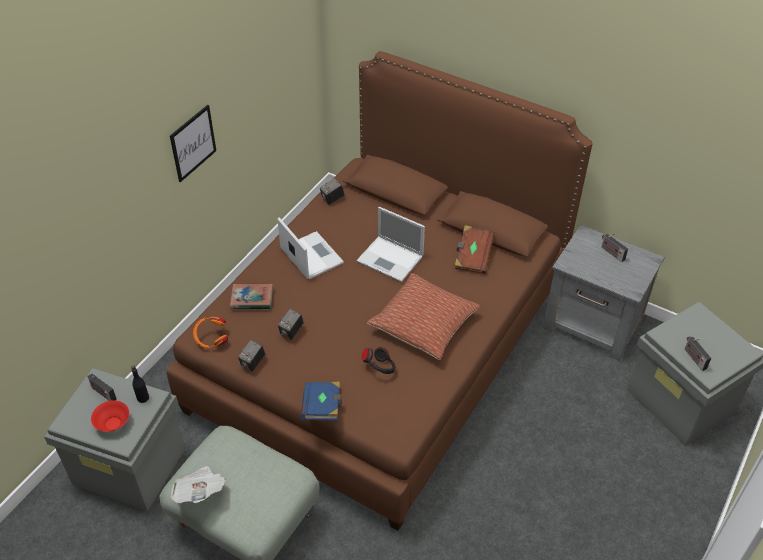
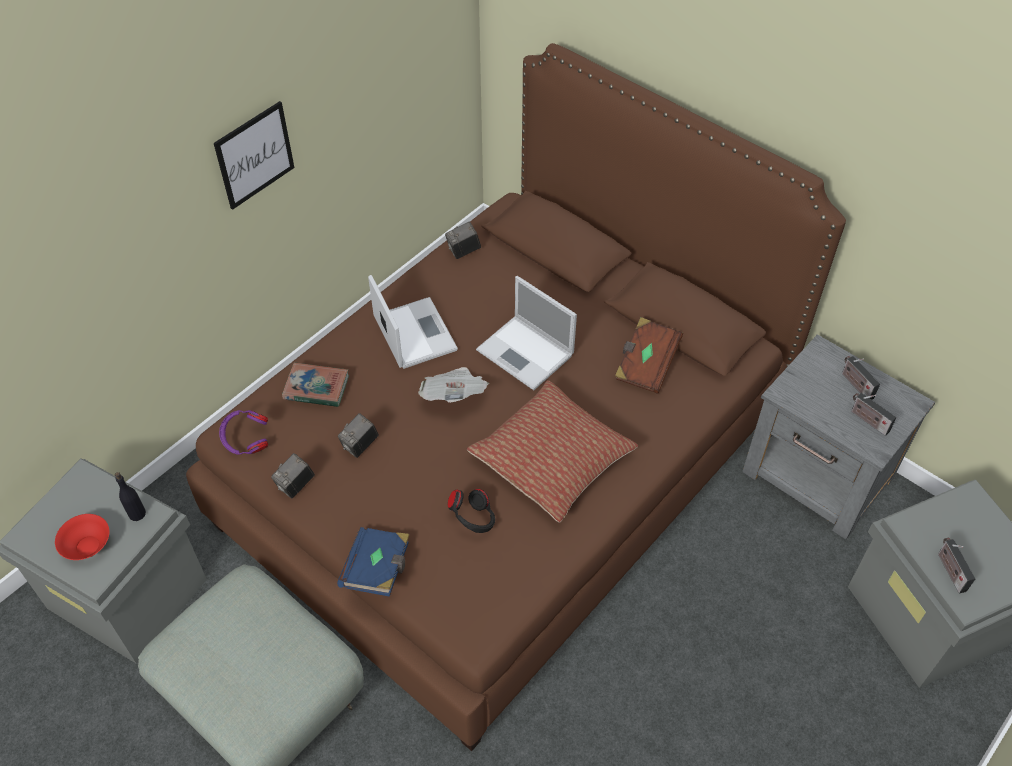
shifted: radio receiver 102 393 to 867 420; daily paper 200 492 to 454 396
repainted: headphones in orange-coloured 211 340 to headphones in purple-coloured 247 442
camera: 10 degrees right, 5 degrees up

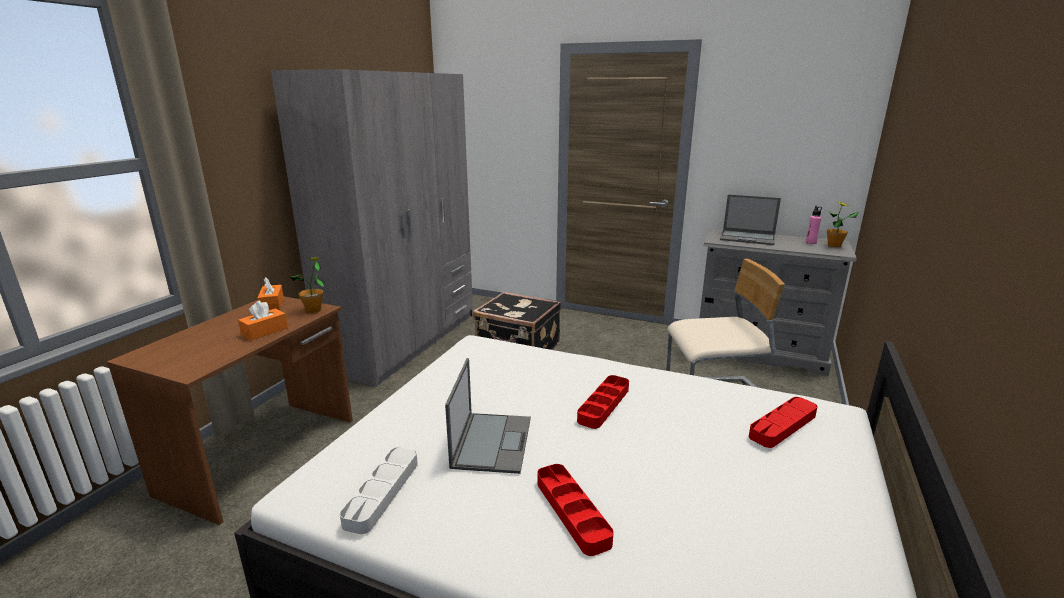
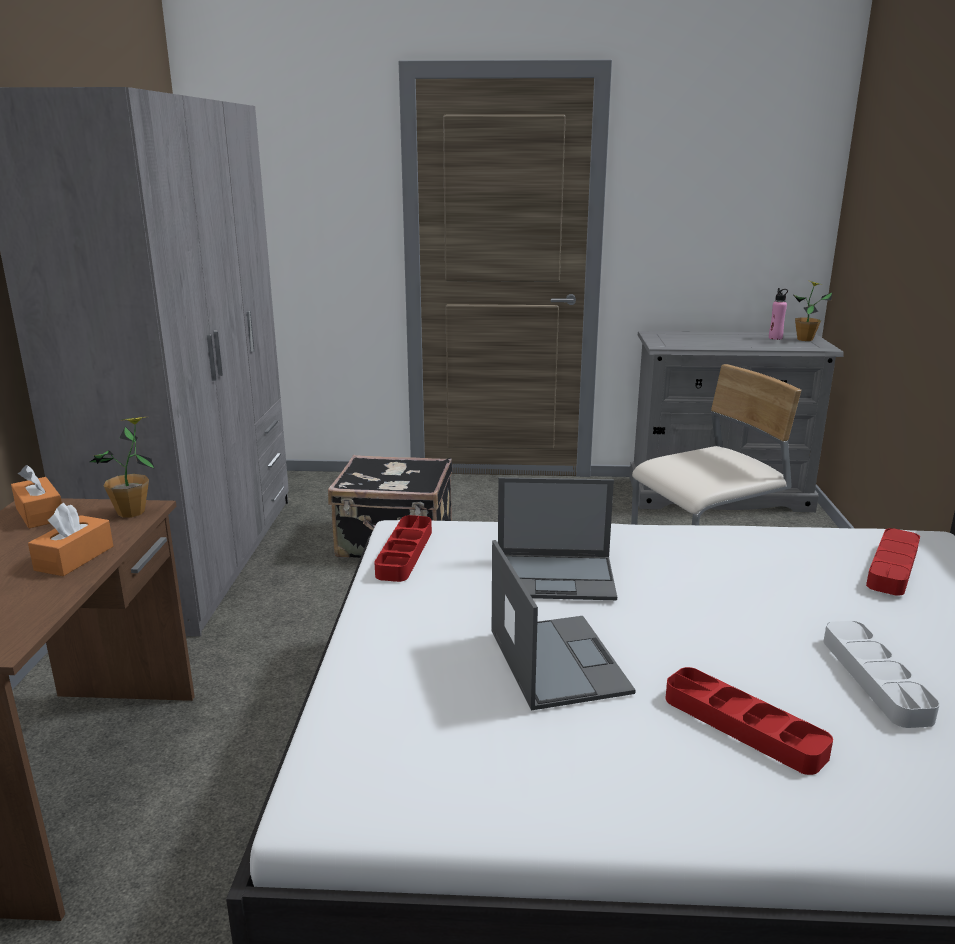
shifted: tray in grey 382 492 to 875 678; tray in red 603 405 to 404 553; laptop 748 238 to 556 577
camera: 20 degrees left, 0 degrees up

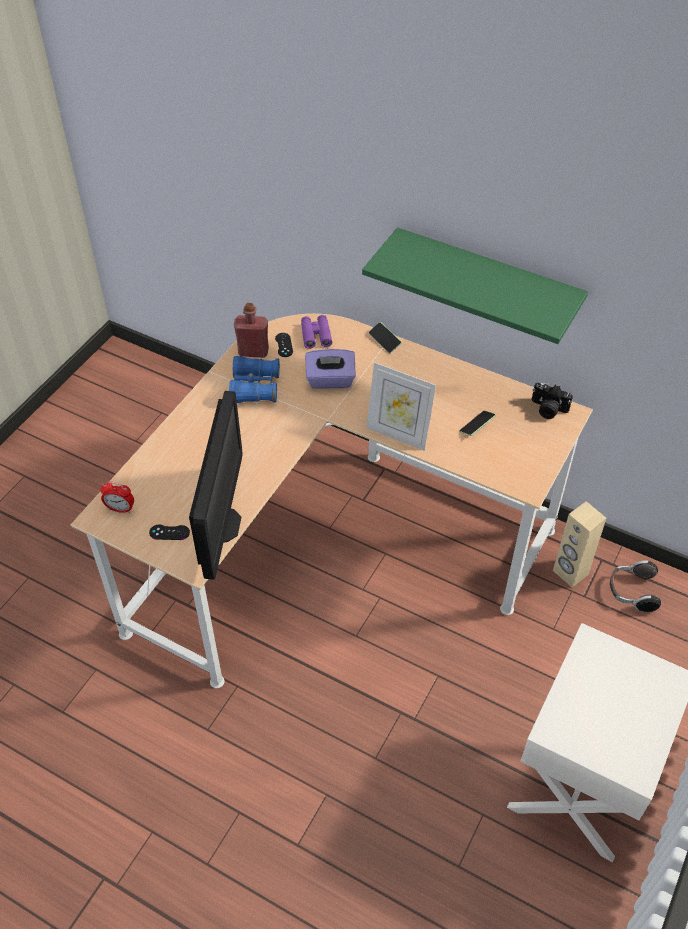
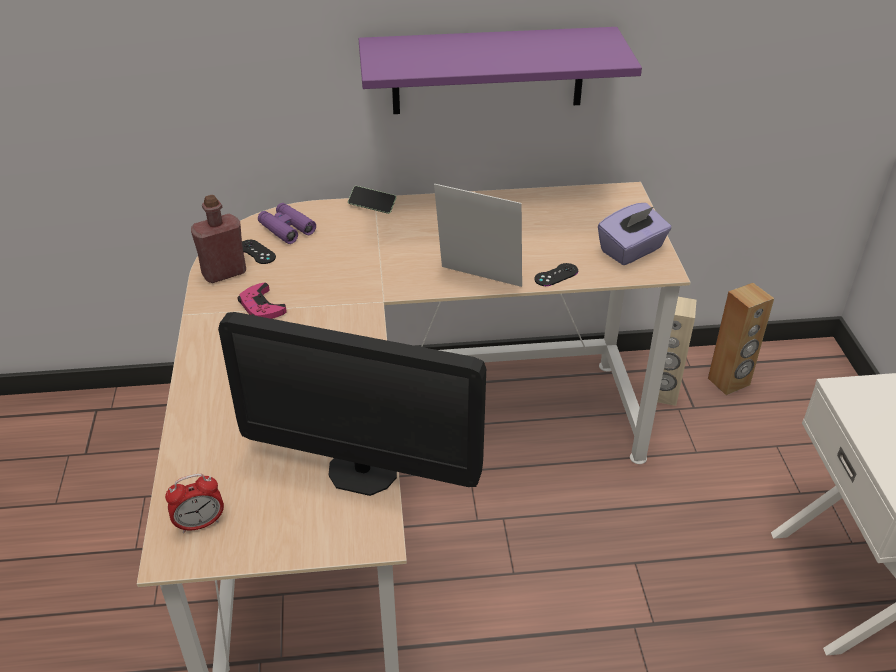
gone: handset 476 427; still camera 547 409
shifted: joypad in blackish 169 532 to 556 275; tissue box in purple-coloured 330 380 to 631 250
swapped: binoculars in blue 255 387 to joypad in pinkish 261 307; headphones 631 592 to speaker in brown-coloured 729 382
repainted: wall shelf in greenish 486 283 to wall shelf in purple-coloured 488 71
rotated: monitor 221 525 = 363 470 135 degrees clockwise; photo frame 398 434 = 478 281 150 degrees counterclockwise
camera: 35 degrees left, 10 degrees down

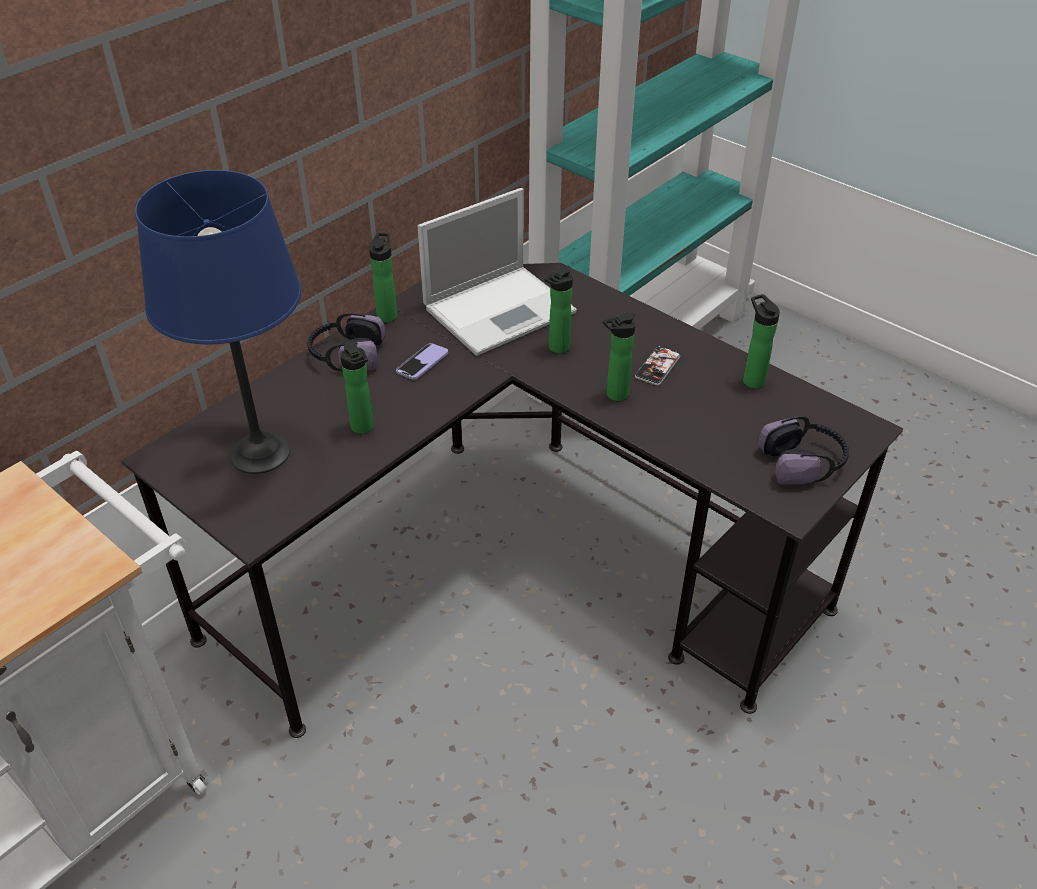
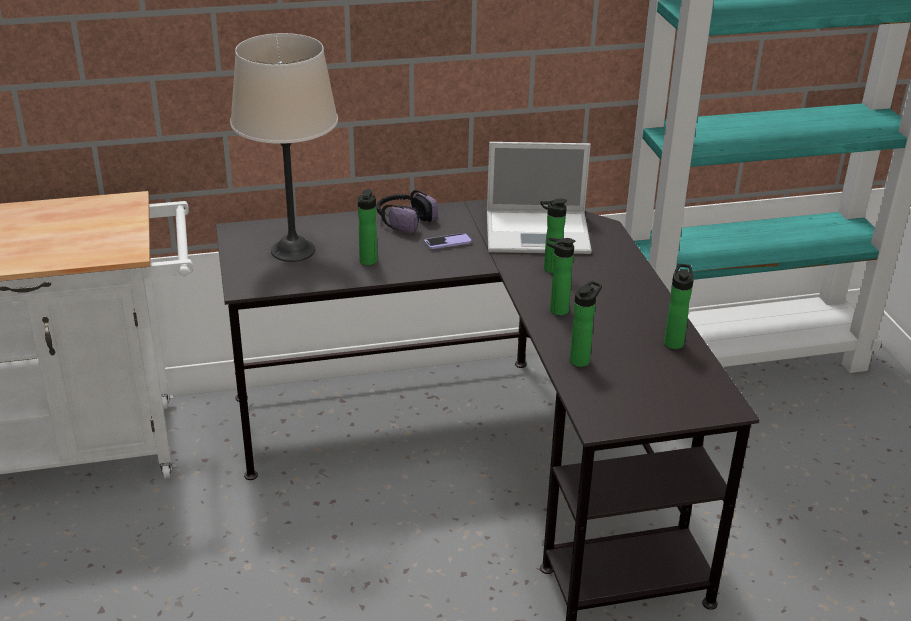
gone: handset 657 367; headphones 803 463
shifted: drink bottle 387 314 to 581 360
repainted: lamp for a table in blue 259 453 to lamp for a table in beige-coloured 292 250
camera: 35 degrees right, 10 degrees down

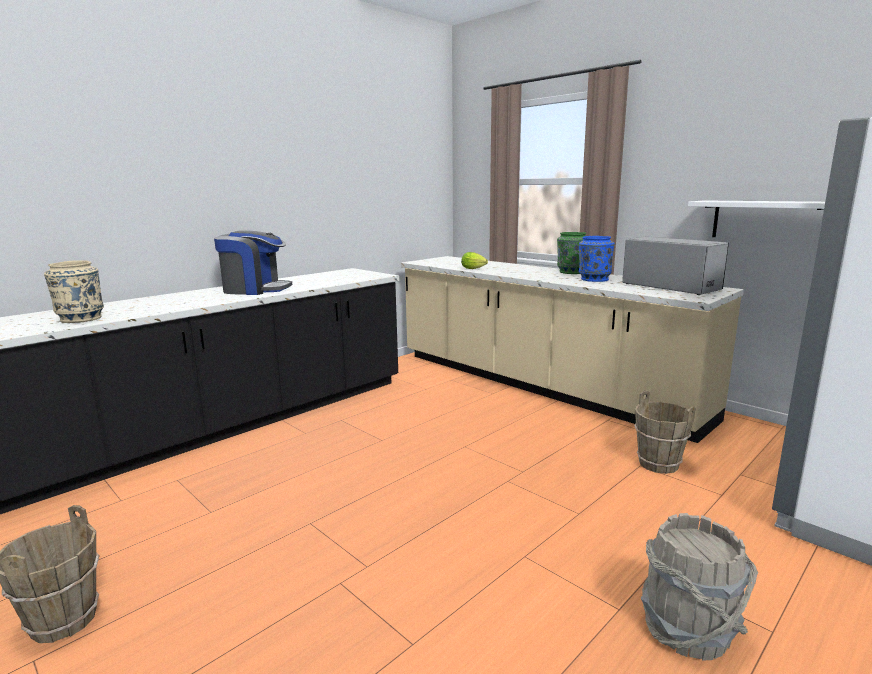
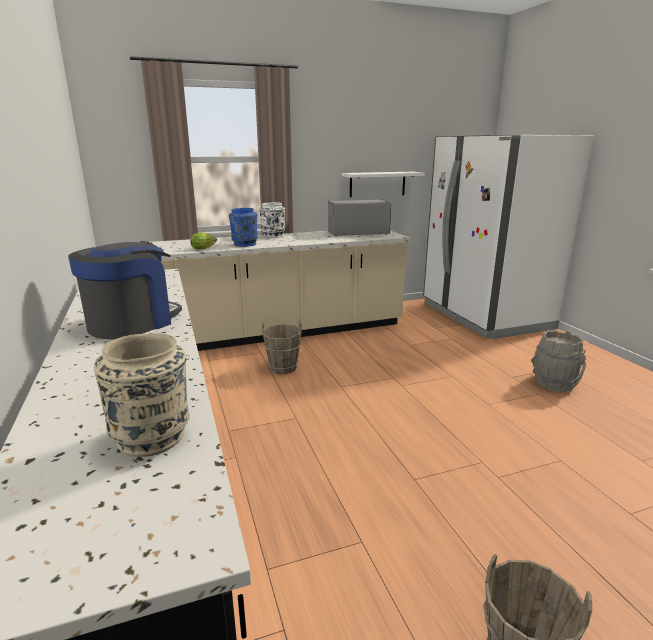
shifted: flower vase in blue 594 279 to 244 244; bucket in brown-coloured 658 464 to 283 368
repainted: flower vase in greenish 571 272 to flower vase in white-coloured 273 236
camera: 65 degrees left, 5 degrees up

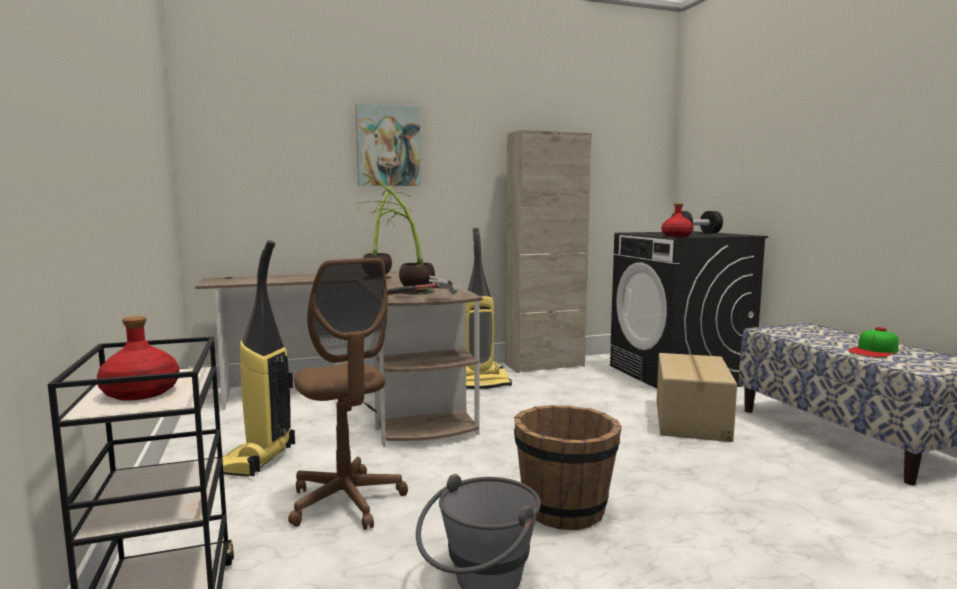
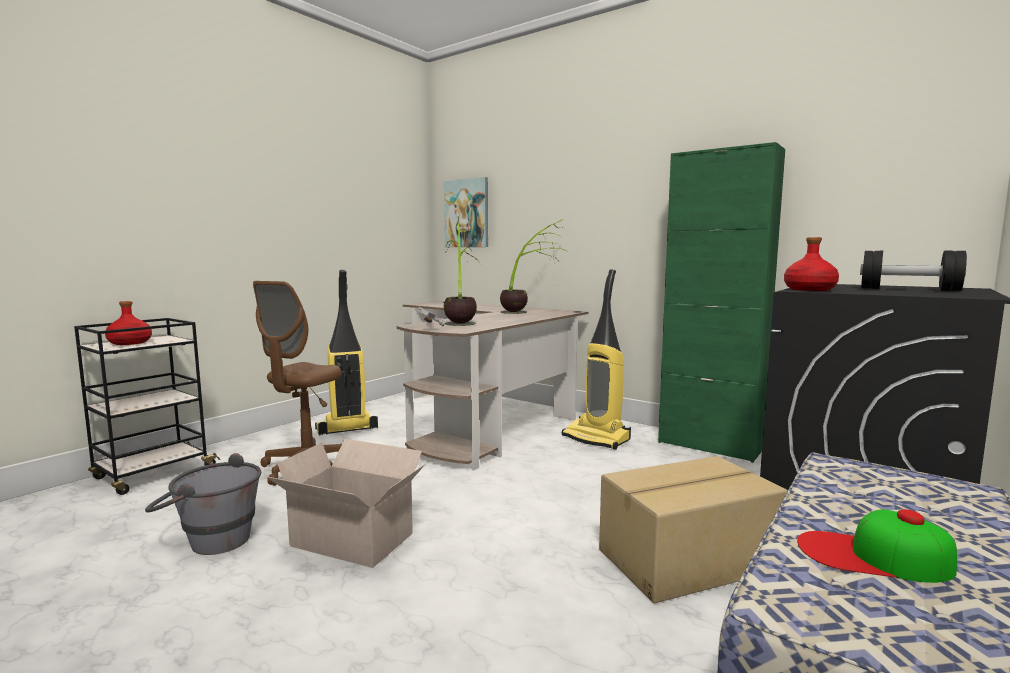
shifted: wall picture 388 146 to 467 213
swapped: bucket in brown-coloured 564 509 to cardboard box 354 541
repainted: cabinet in beige-coloured 545 365 to cabinet in greenish 709 446
camera: 55 degrees right, 0 degrees up

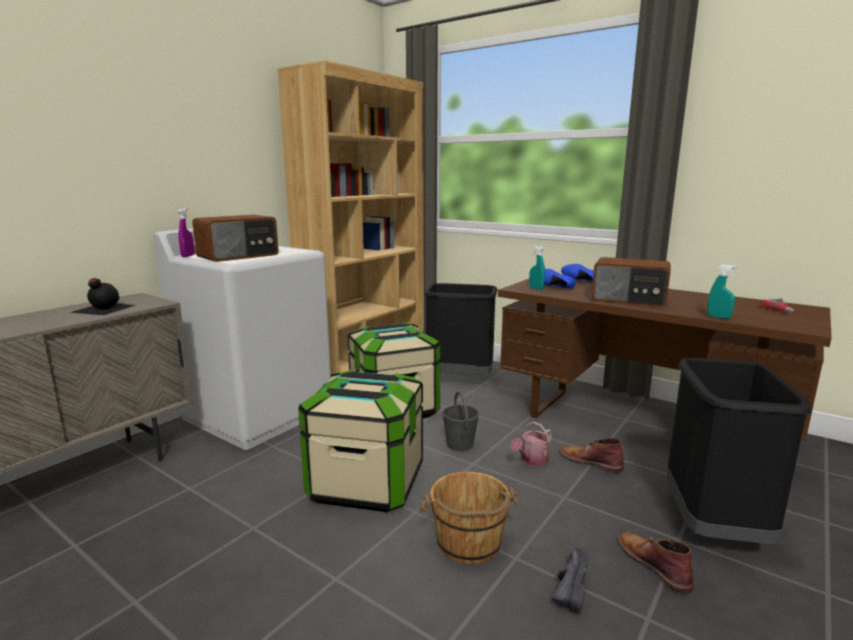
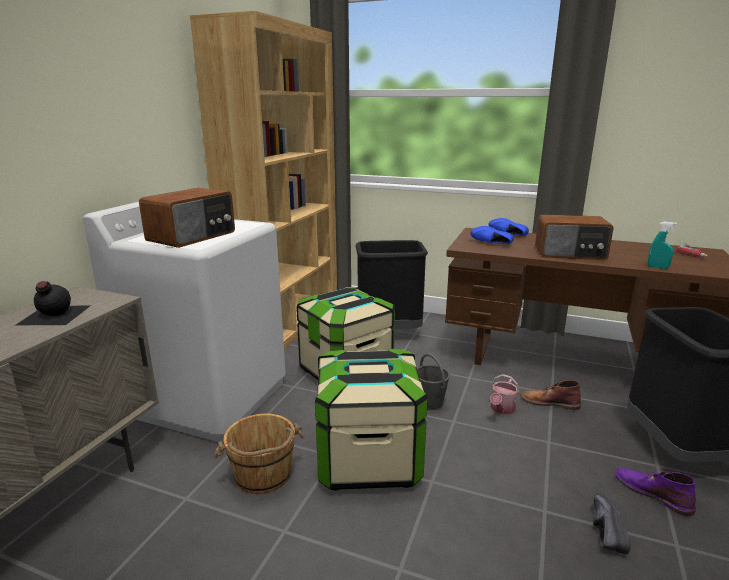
gone: spray bottle in purple-coloured 188 256; spray bottle in blue-green 536 288
shifted: bucket in brown-coloured 469 543 to 263 475
repainted: tall boot in brown-coloured 653 563 to tall boot in purple-coloured 652 492
camera: 15 degrees left, 5 degrees up

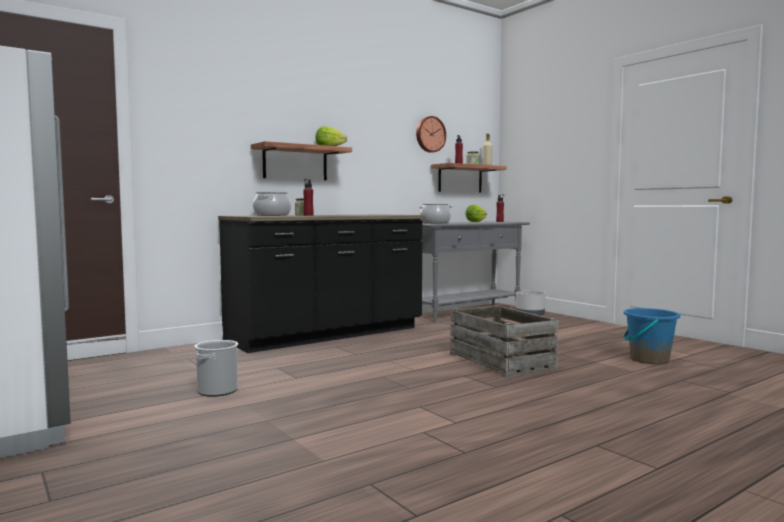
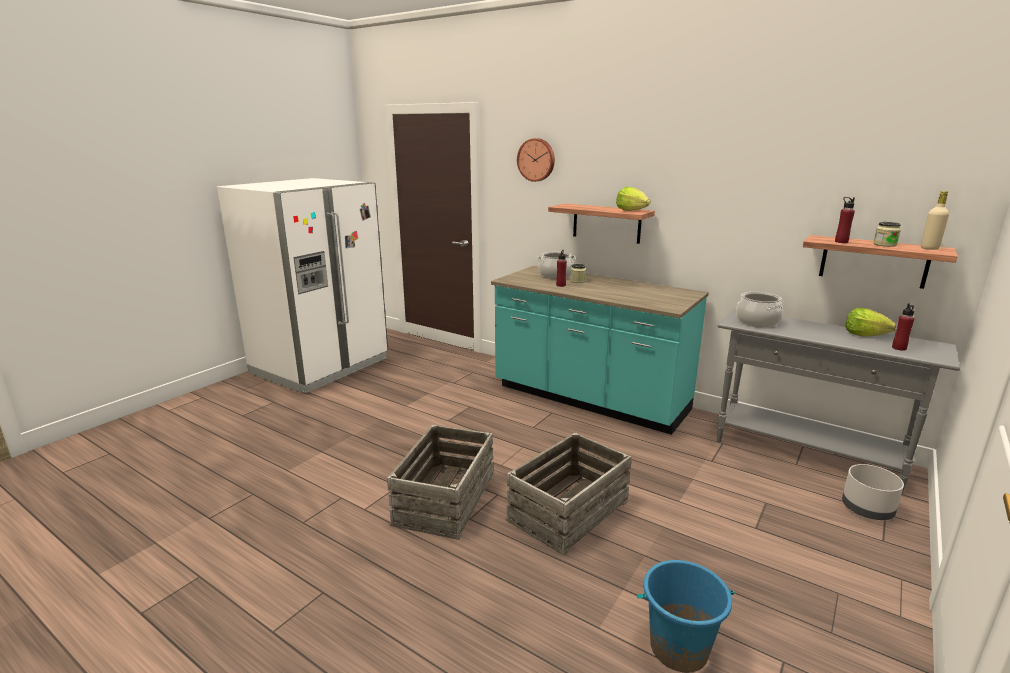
gone: bucket 217 390
new: packing crate 446 499
shifted: wall clock 430 134 to 536 160
repainted: kitchen base unit in blackish 327 335 to kitchen base unit in blue-green 589 399
camera: 70 degrees right, 15 degrees up

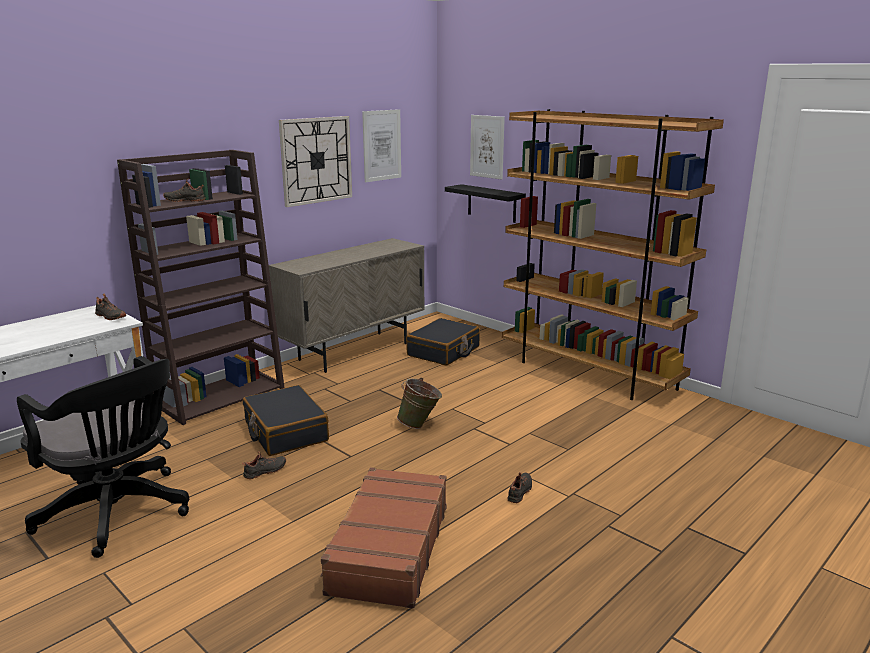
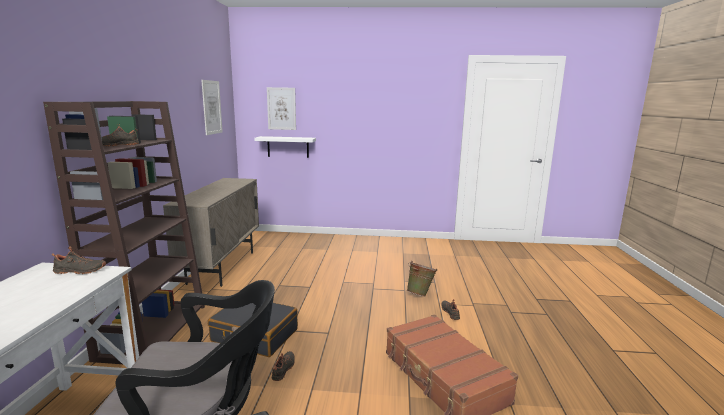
gone: wall clock 316 160; piece of luggage in blackish 444 351; bookcase in brown-coloured 589 373
shifted: bucket in greenish 420 425 to 420 294
repainted: wall shelf in blackish 491 203 to wall shelf in white-coloured 288 147
camera: 40 degrees left, 5 degrees down

